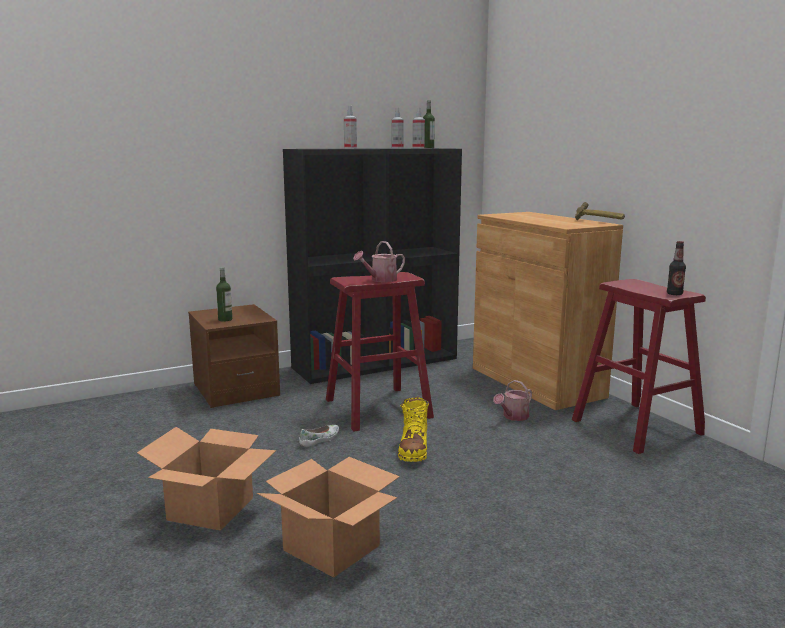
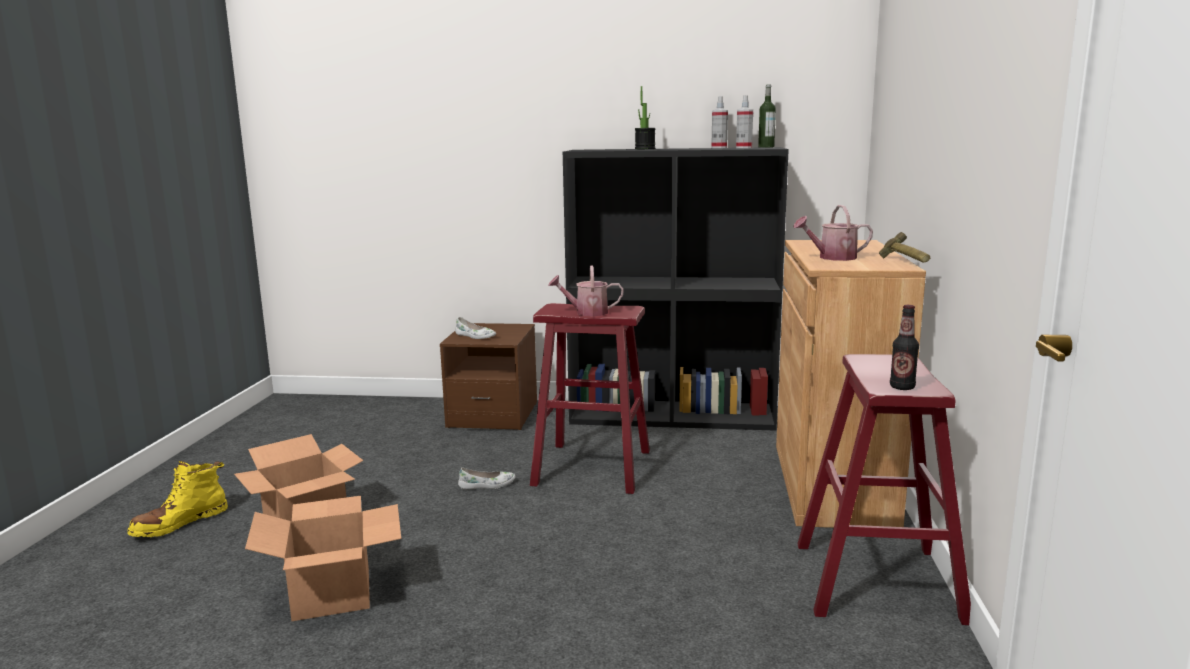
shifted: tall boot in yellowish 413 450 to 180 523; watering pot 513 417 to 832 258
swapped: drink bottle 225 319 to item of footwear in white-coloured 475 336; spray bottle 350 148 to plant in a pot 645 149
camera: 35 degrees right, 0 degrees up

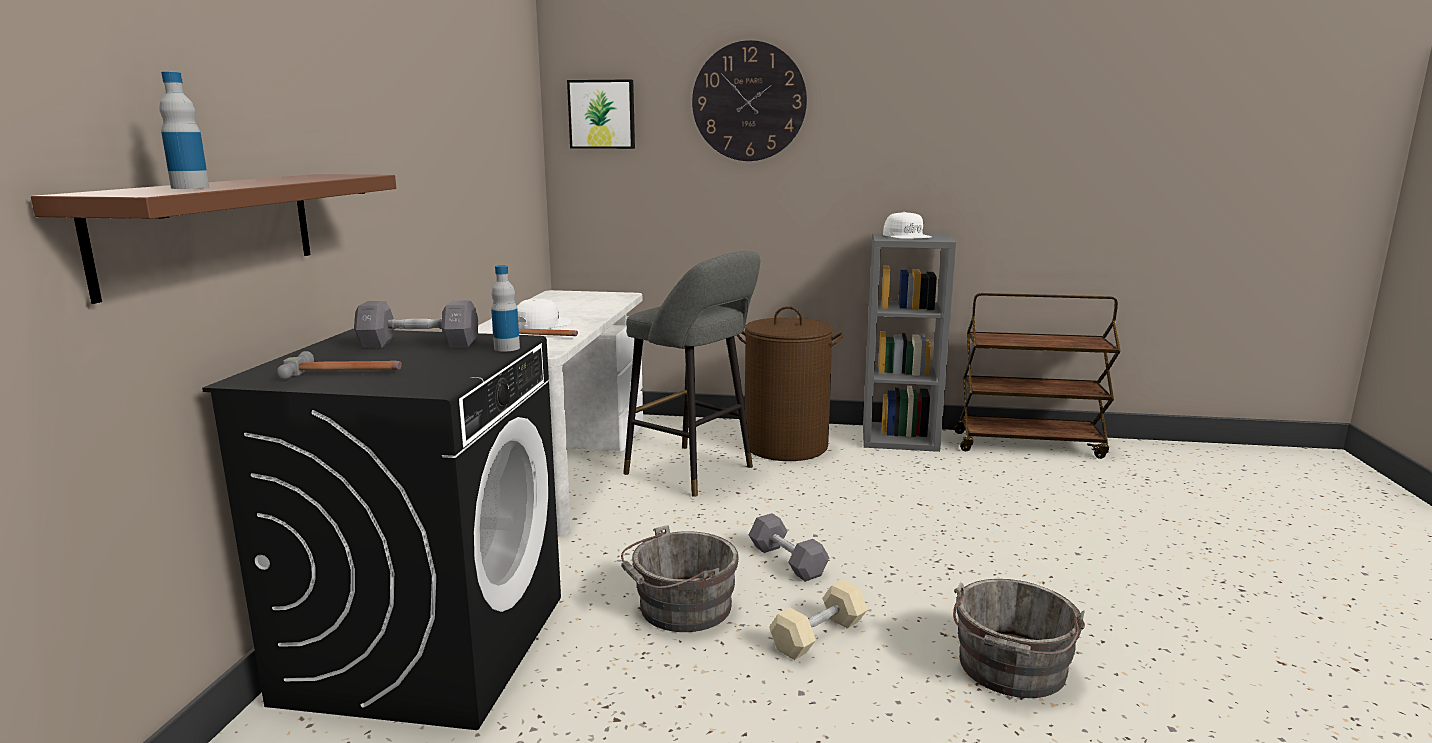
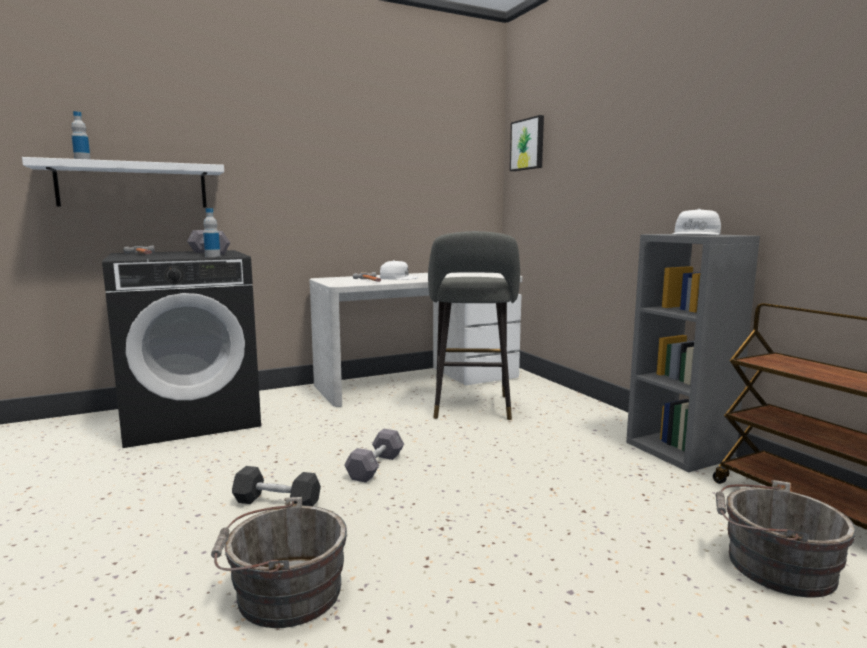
gone: wall clock 749 102; washing basket in brown-coloured 786 446
shifted: bucket in grey 680 609 to 773 565
repainted: wall shelf in brown-coloured 210 229 to wall shelf in white-coloured 133 186; dumbbell in beige-coloured 818 635 to dumbbell in blackish 277 502
camera: 55 degrees right, 5 degrees down

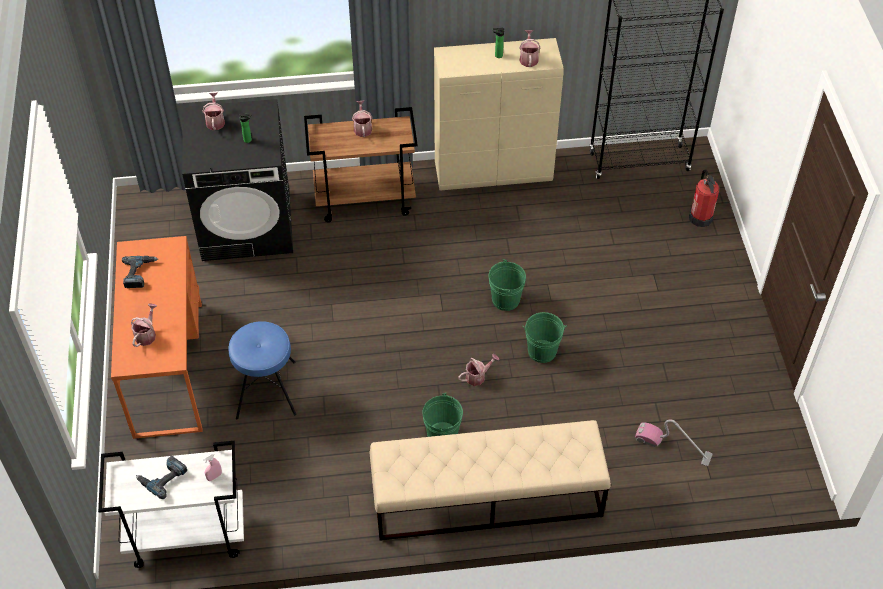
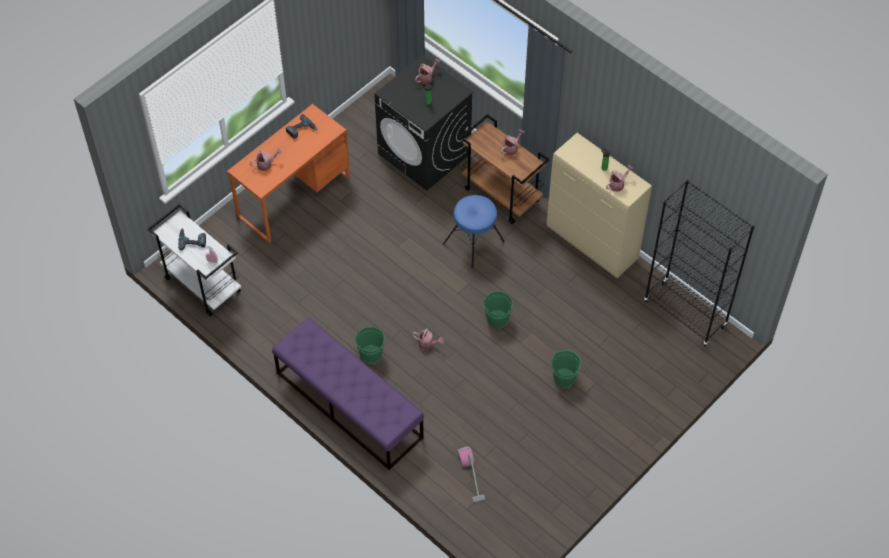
gone: extinguisher 700 217
shifted: stool seat in blue 267 389 to 474 243; bucket in greenish 542 351 to 564 378
repainted: long seat in beige-coloured 486 498 to long seat in purple-coloured 348 404
camera: 50 degrees right, 5 degrees up

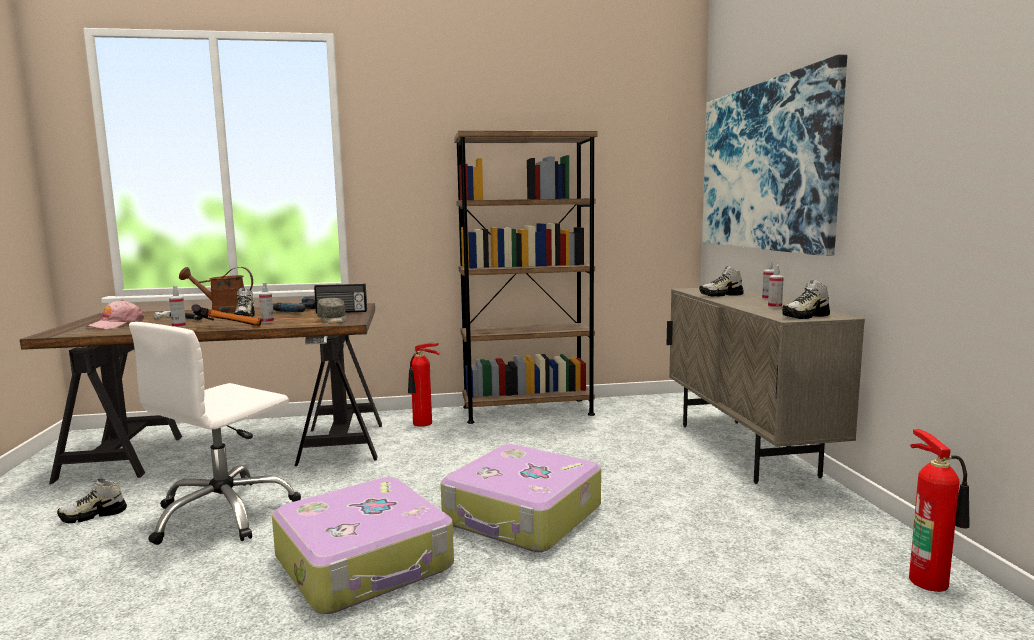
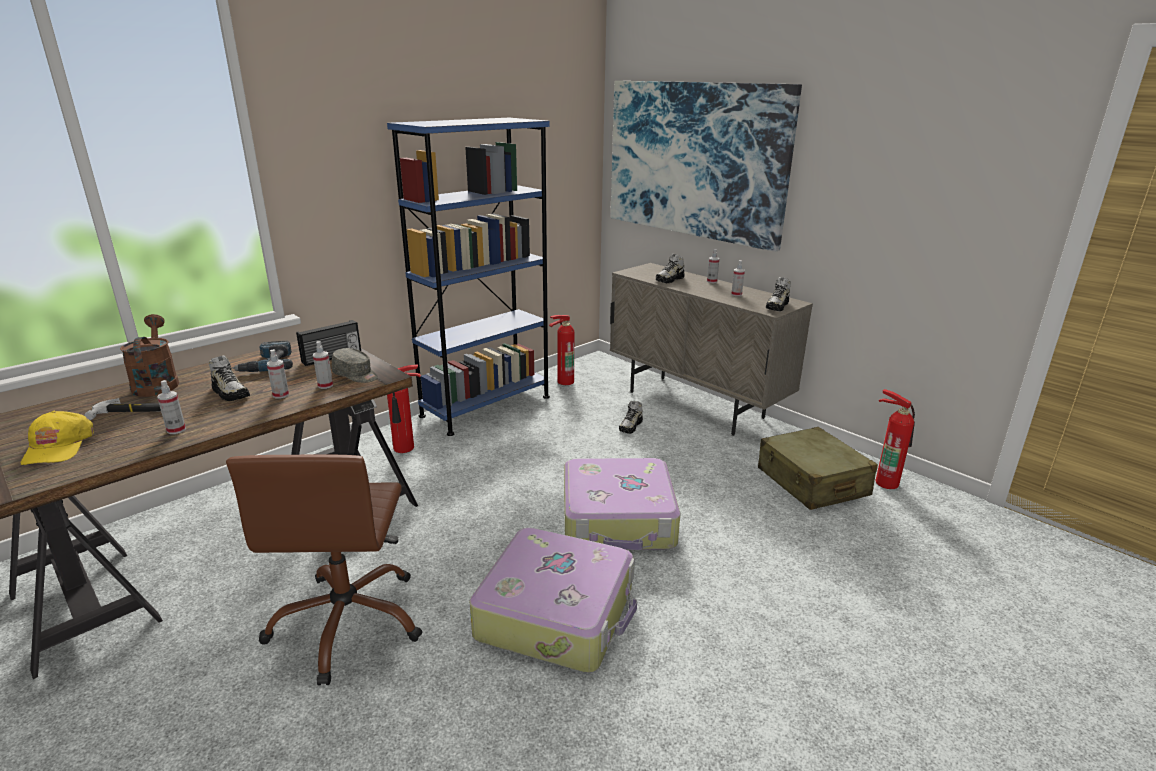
gone: tool hammer 229 327
new: spray bottle 325 385; extinguisher 563 381; piece of luggage in beige-coloured 812 482
shifted: item of footwear 93 515 to 631 426
repainted: baseball cap in pinkish 116 325 to baseball cap in yellowish 58 447; desk chair in white-coloured 224 514 to desk chair in brown-coloured 348 622; bookcase in brown-coloured 527 411 to bookcase in blue 486 406
rotated: watering pot in brown-coloured 222 310 = 156 383 105 degrees clockwise
camera: 35 degrees left, 15 degrees up

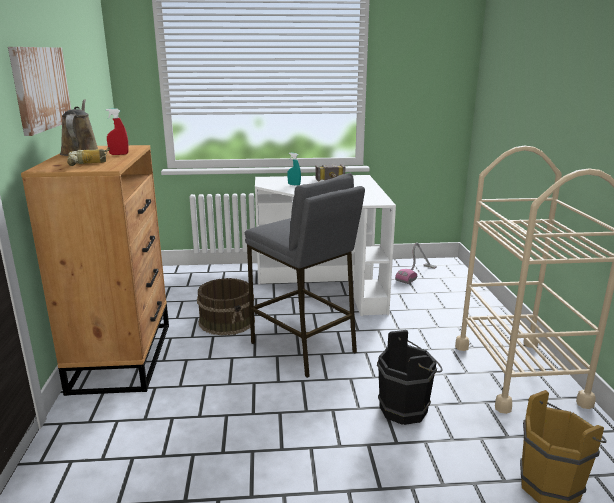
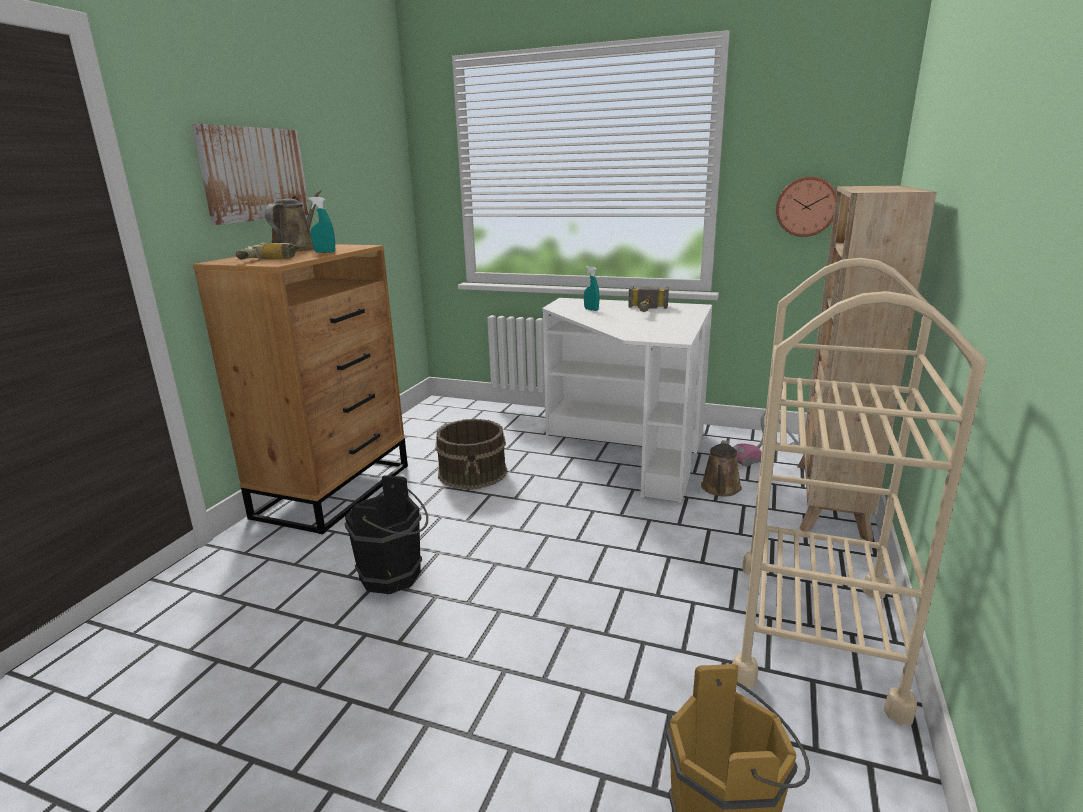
gone: stool seat in grey 303 347
new: watering pot in brown-coloured 720 489; wall clock 806 206; bookcase in beige-coloured 830 500
shifted: bucket in blackish 407 409 to 395 576
repainted: spray bottle in red 119 154 to spray bottle in blue-green 325 252
camera: 25 degrees right, 0 degrees up

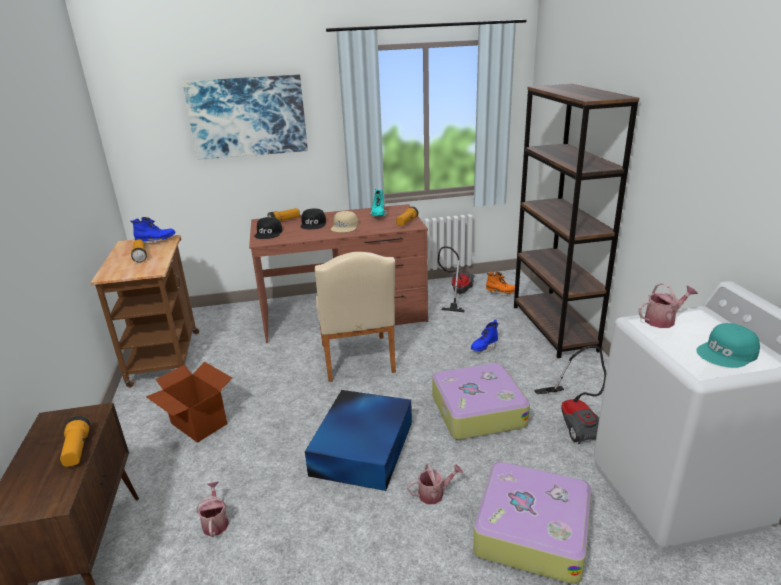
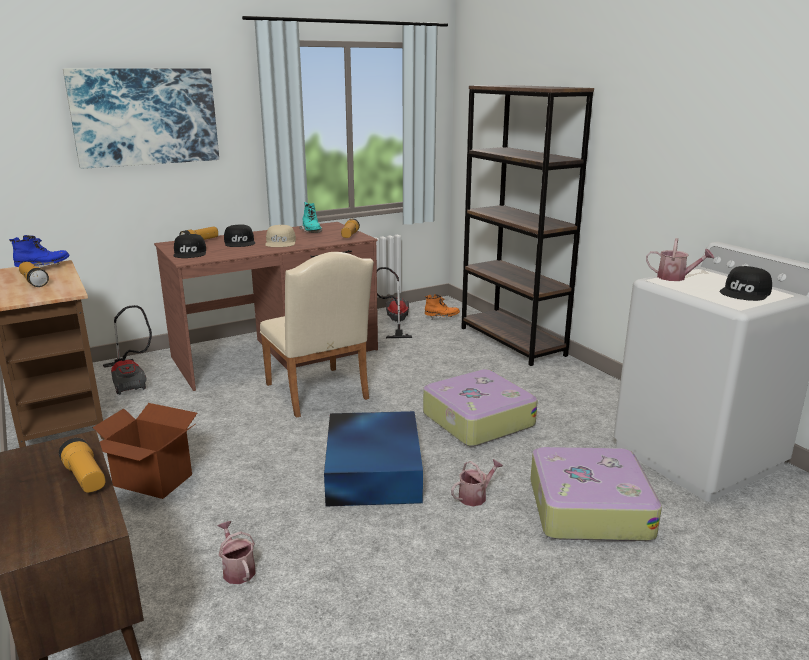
gone: tall boot in blue 484 348
shifted: vacuum cleaner 575 419 to 130 380
repainted: baseball cap in blue-green 727 353 to baseball cap in blackish 746 292
rotated: watering pot 663 320 = 675 277 60 degrees clockwise
camera: 20 degrees left, 5 degrees down

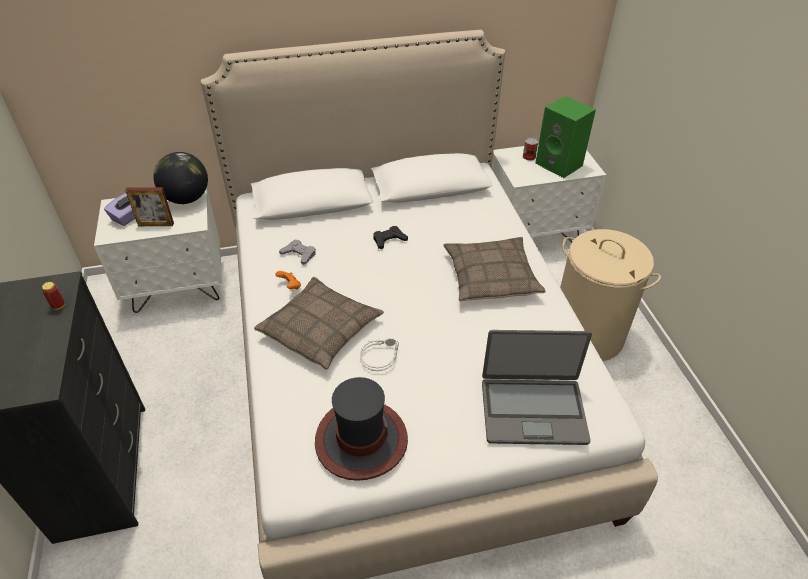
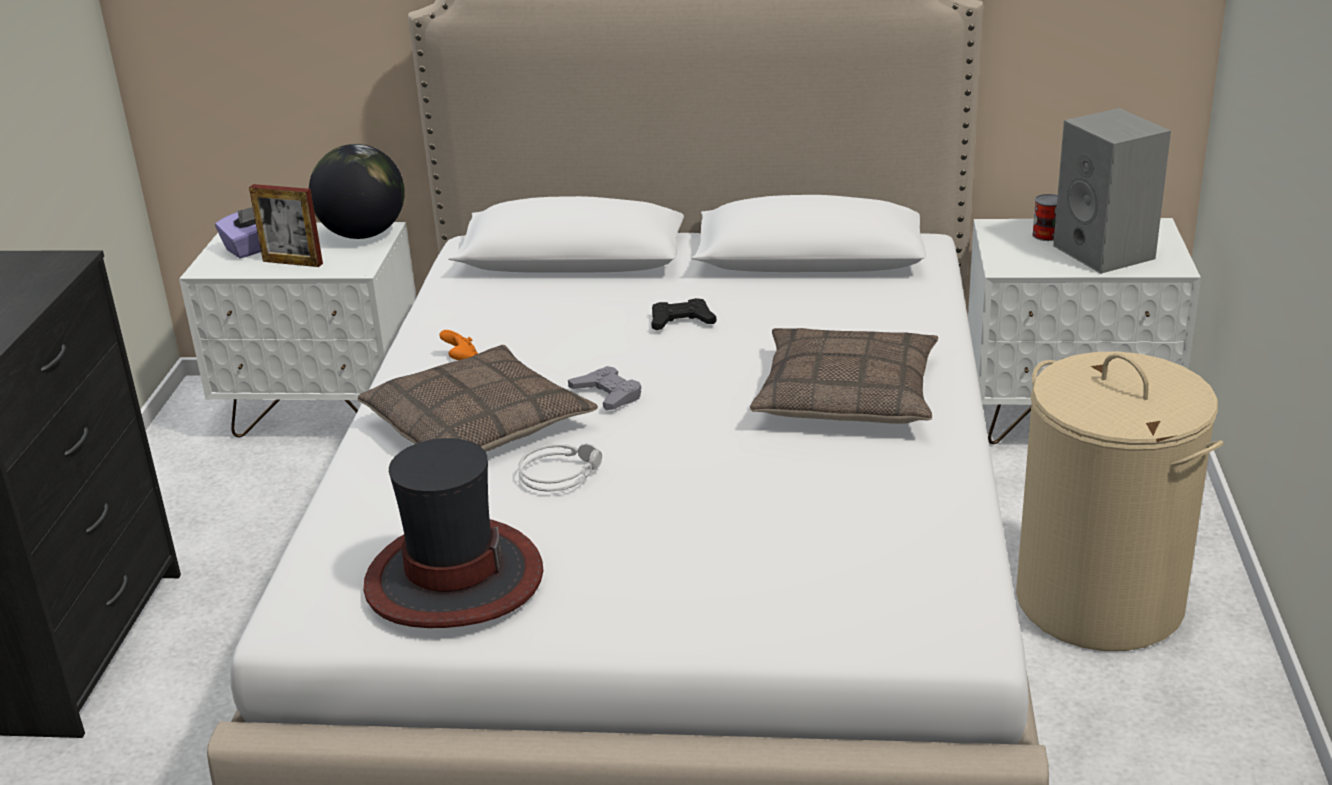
gone: sealed can 58 306; laptop 533 410
shifted: joypad in grey 299 254 to 607 395
repainted: speaker in greenish 560 164 to speaker in grey 1106 253
camera: 20 degrees right, 15 degrees down

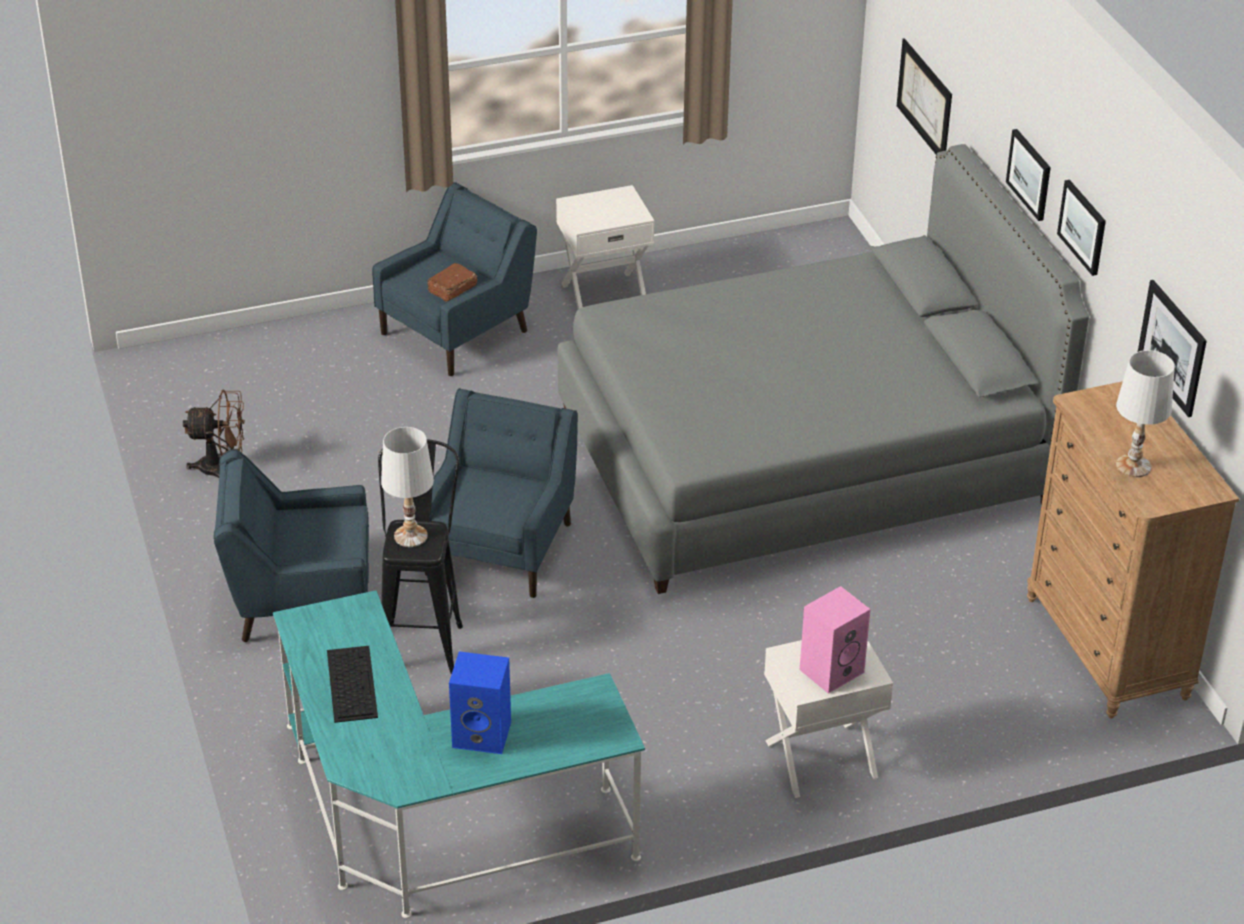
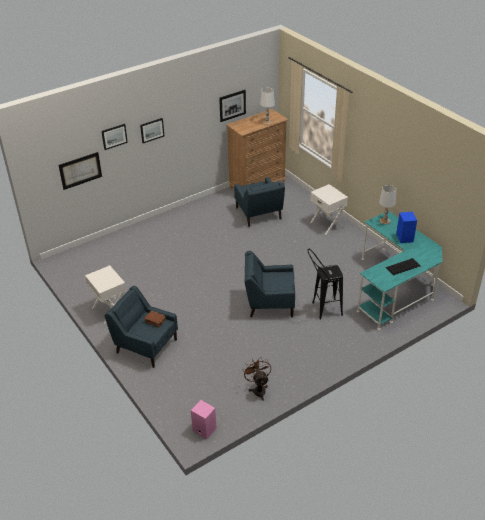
gone: sleeping bed in grey 803 457
shifted: armchair in blue 300 599 to 258 214; lamp for a table in white-coloured 410 536 to 385 221; speaker in pinkish 832 669 to 203 429; wall picture 1083 227 to 114 136
camera: 105 degrees left, 0 degrees up

